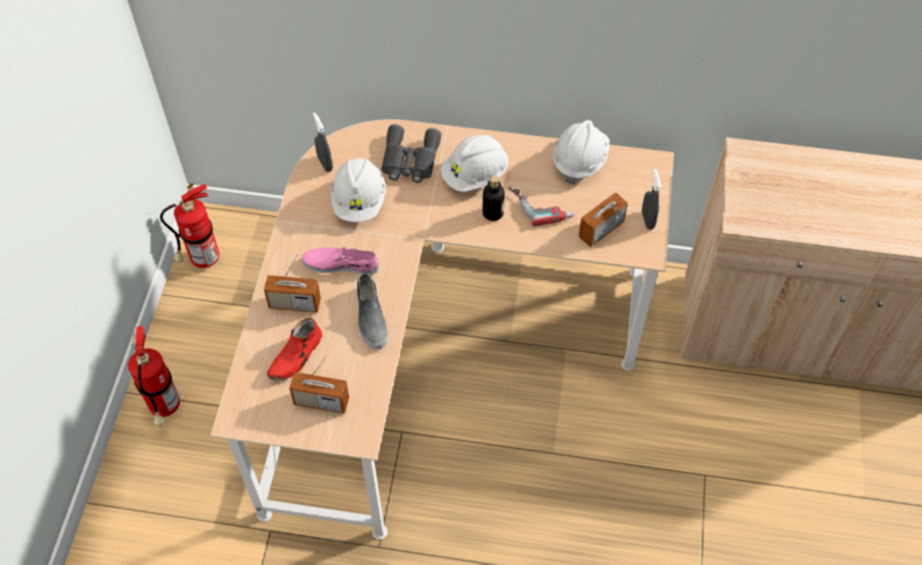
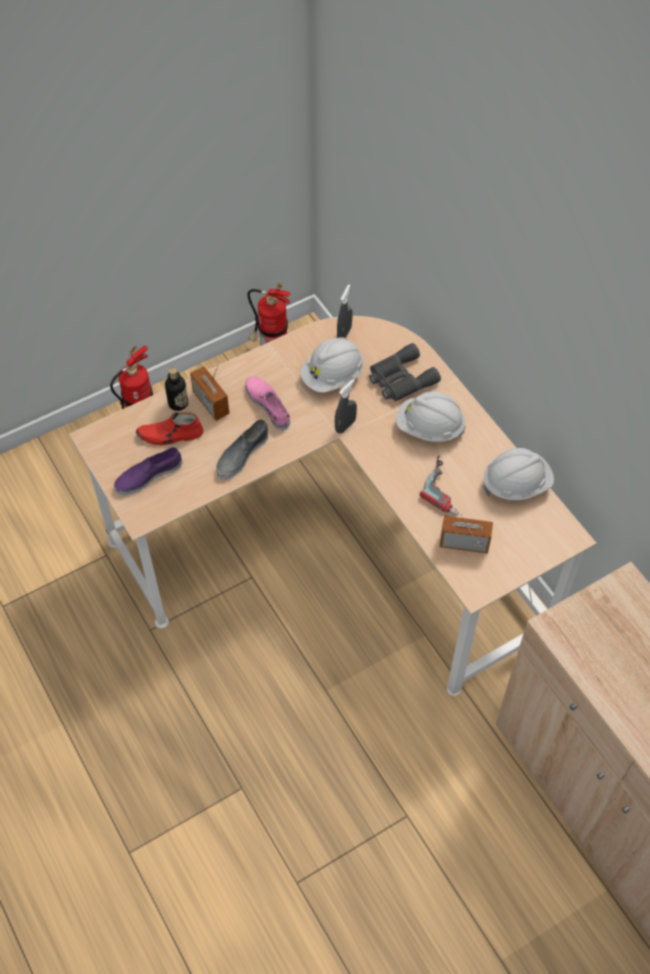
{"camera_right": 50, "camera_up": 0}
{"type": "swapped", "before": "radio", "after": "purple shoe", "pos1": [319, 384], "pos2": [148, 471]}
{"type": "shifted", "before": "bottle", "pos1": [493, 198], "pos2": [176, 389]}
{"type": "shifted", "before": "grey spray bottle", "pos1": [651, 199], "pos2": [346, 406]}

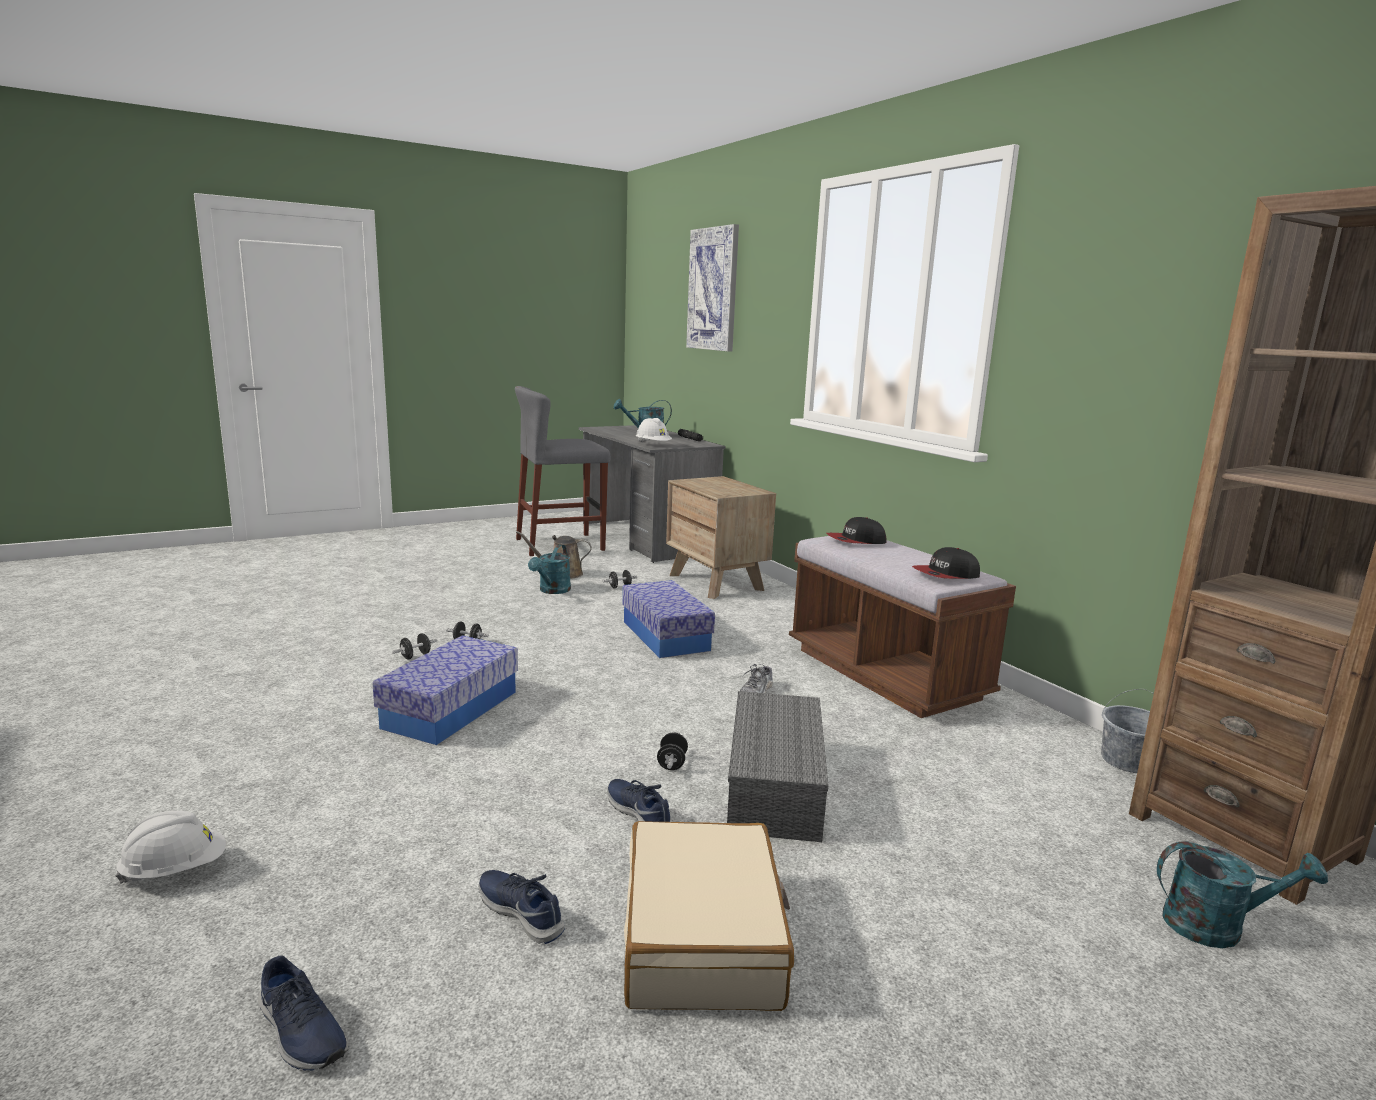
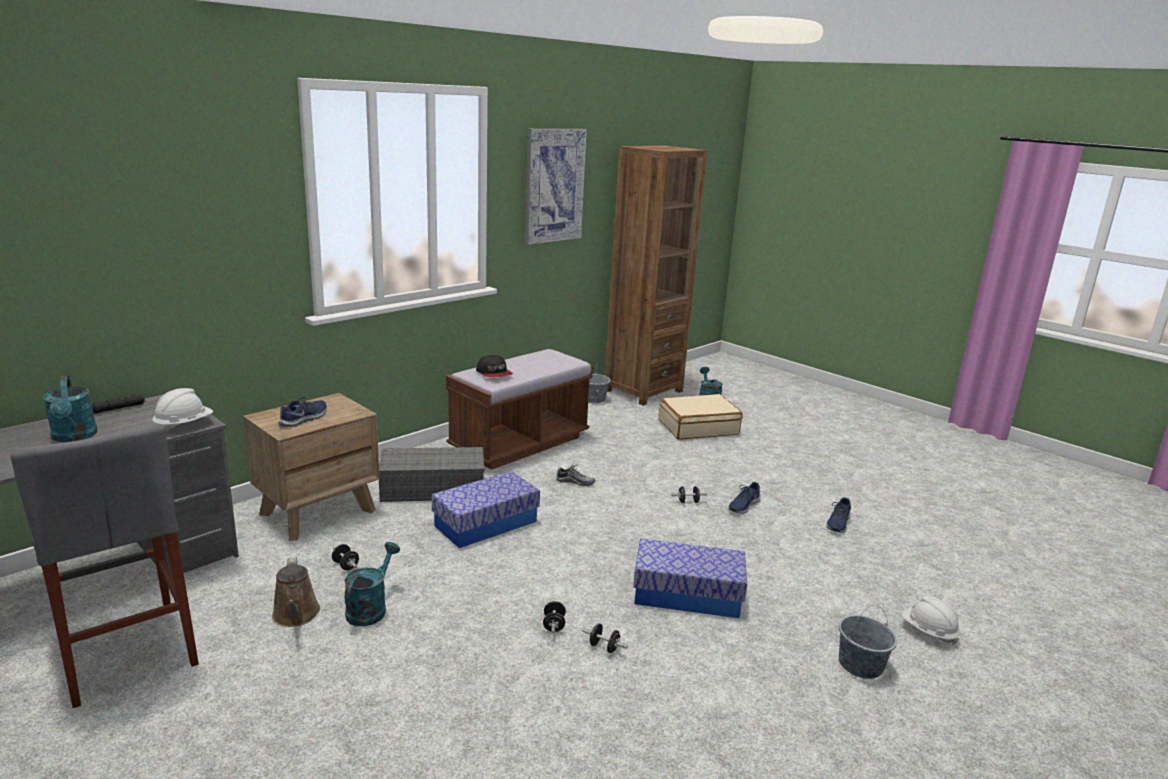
{"camera_right": -105, "camera_up": 5}
{"type": "shifted", "before": "blue shoe", "pos1": [303, 1013], "pos2": [302, 412]}
{"type": "rotated", "before": "turquoise watering can", "pos1": [549, 569], "pos2": [372, 584], "turn": -75}
{"type": "shifted", "before": "beige suitcase", "pos1": [709, 916], "pos2": [701, 417]}
{"type": "shifted", "before": "picture", "pos1": [712, 288], "pos2": [556, 187]}
{"type": "shifted", "before": "grey storage box", "pos1": [778, 766], "pos2": [431, 474]}
{"type": "gone", "before": "cap", "pos1": [946, 563]}
{"type": "new", "after": "grey bucket", "pos2": [868, 642]}

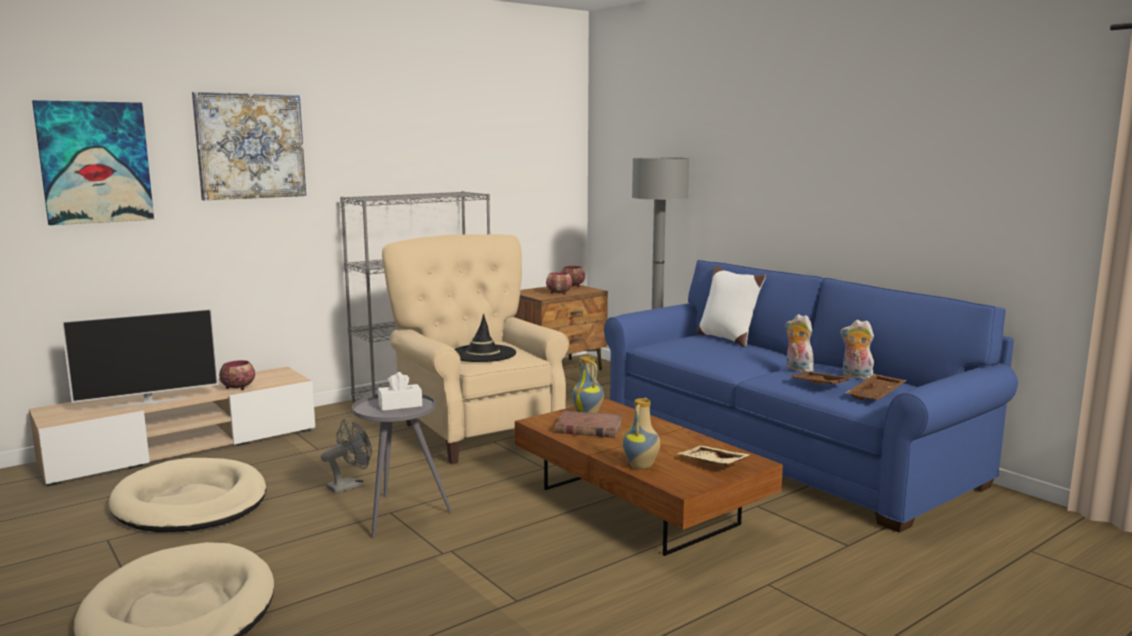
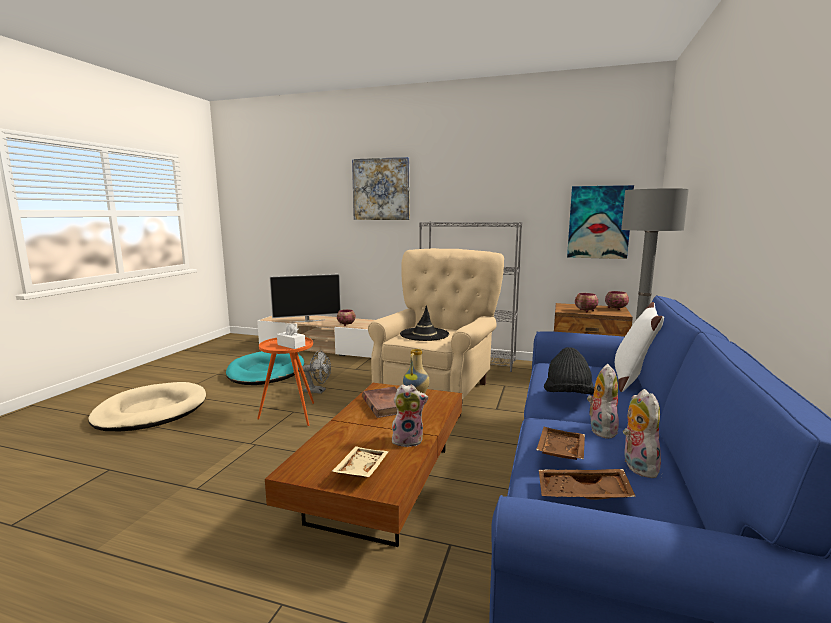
{"camera_right": 55, "camera_up": 0}
{"type": "shifted", "before": "picture", "pos1": [93, 162], "pos2": [600, 222]}
{"type": "rotated", "before": "television", "pos1": [140, 358], "pos2": [305, 298], "turn": -45}
{"type": "repainted", "before": "beige dog bed", "after": "turquoise dog bed", "pos1": [188, 495], "pos2": [265, 368]}
{"type": "repainted", "before": "grey side table", "after": "orange side table", "pos1": [402, 466], "pos2": [285, 381]}
{"type": "gone", "before": "vase", "pos1": [641, 433]}
{"type": "new", "after": "plush toy", "pos2": [410, 415]}
{"type": "new", "after": "black hat", "pos2": [569, 371]}

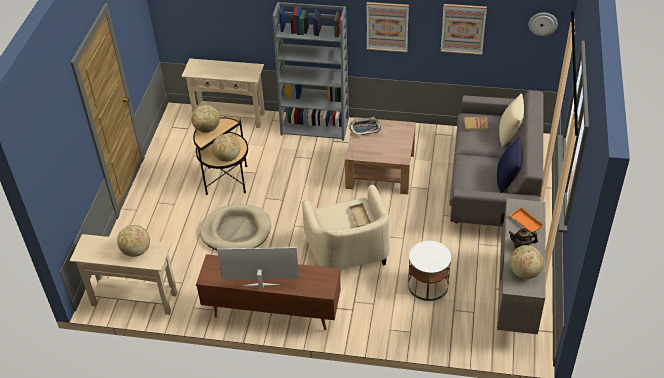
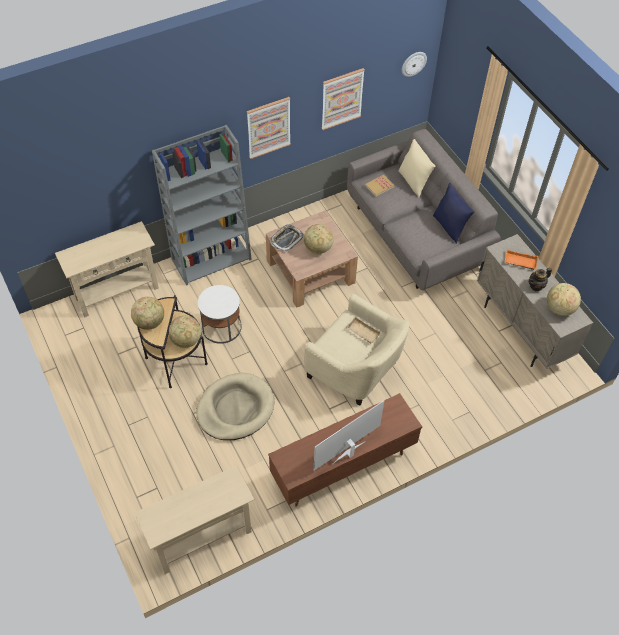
{"camera_right": -40, "camera_up": 10}
{"type": "shifted", "before": "globe", "pos1": [133, 241], "pos2": [319, 239]}
{"type": "shifted", "before": "white side table", "pos1": [429, 271], "pos2": [220, 314]}

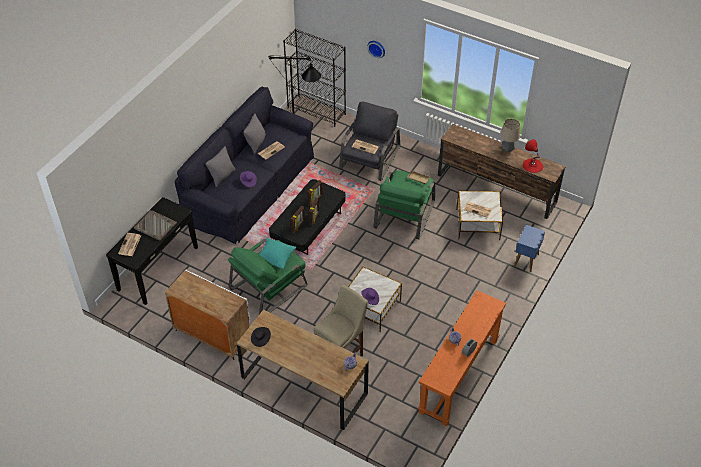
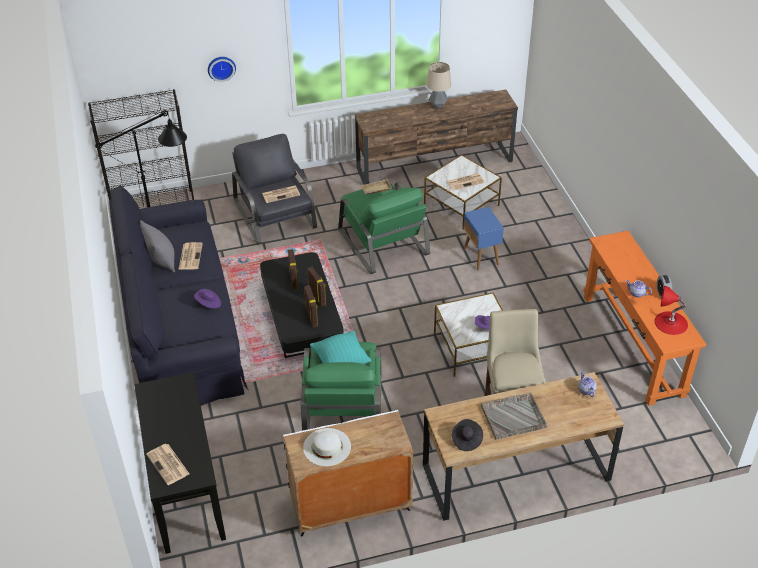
{"camera_right": -45, "camera_up": -5}
{"type": "shifted", "before": "grey tray", "pos1": [155, 225], "pos2": [514, 416]}
{"type": "gone", "before": "grey pillow", "pos1": [221, 167]}
{"type": "shifted", "before": "blue side table", "pos1": [529, 248], "pos2": [484, 238]}
{"type": "shifted", "before": "red table lamp", "pos1": [533, 156], "pos2": [671, 310]}
{"type": "new", "after": "white hat", "pos2": [327, 447]}

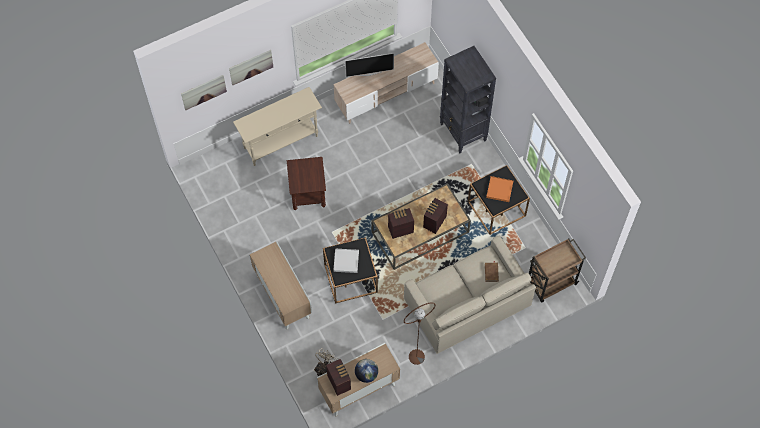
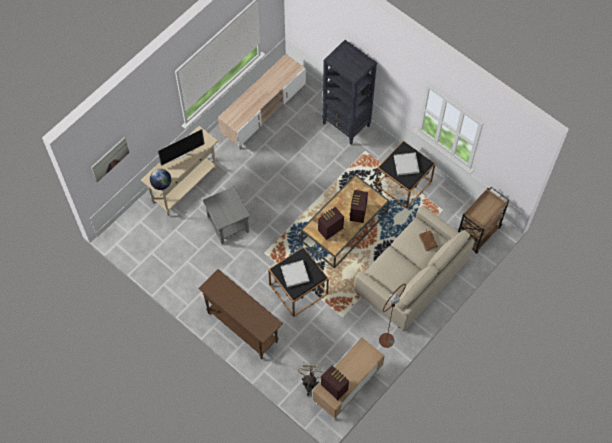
{"camera_right": -20, "camera_up": 0}
{"type": "gone", "before": "picture", "pos1": [251, 67]}
{"type": "swapped", "before": "cabinet", "after": "brown console table", "pos1": [281, 286], "pos2": [240, 314]}
{"type": "repainted", "before": "brown side table", "after": "grey side table", "pos1": [306, 183], "pos2": [226, 215]}
{"type": "shifted", "before": "television", "pos1": [369, 65], "pos2": [181, 147]}
{"type": "shifted", "before": "globe", "pos1": [366, 371], "pos2": [160, 179]}
{"type": "repainted", "before": "orange tray", "after": "white tray", "pos1": [499, 189], "pos2": [406, 164]}

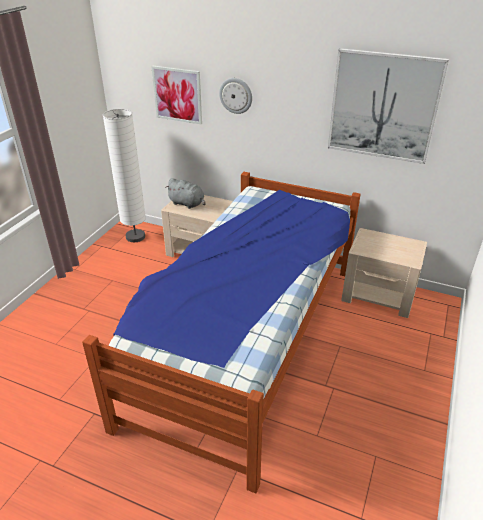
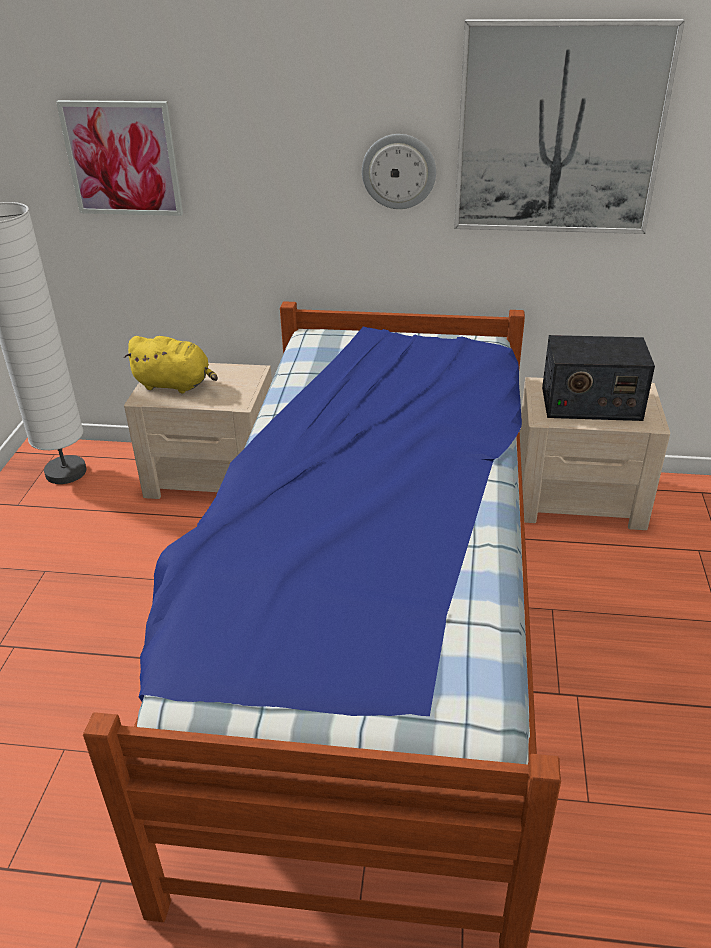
{"camera_right": -15, "camera_up": 0}
{"type": "repainted", "before": "grey plush toy", "after": "yellow plush toy", "pos1": [185, 193], "pos2": [171, 365]}
{"type": "shifted", "before": "wall clock", "pos1": [235, 96], "pos2": [399, 171]}
{"type": "new", "after": "radio", "pos2": [598, 378]}

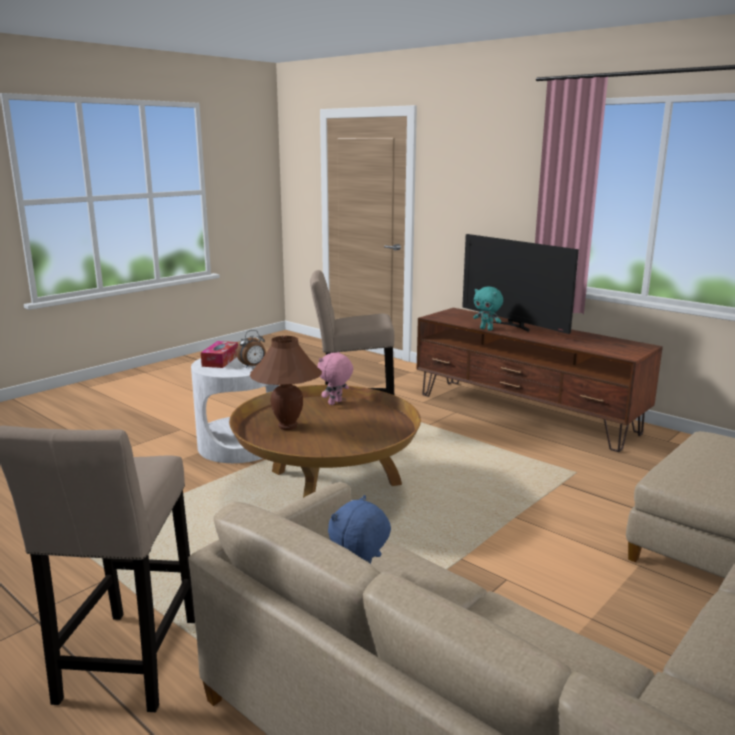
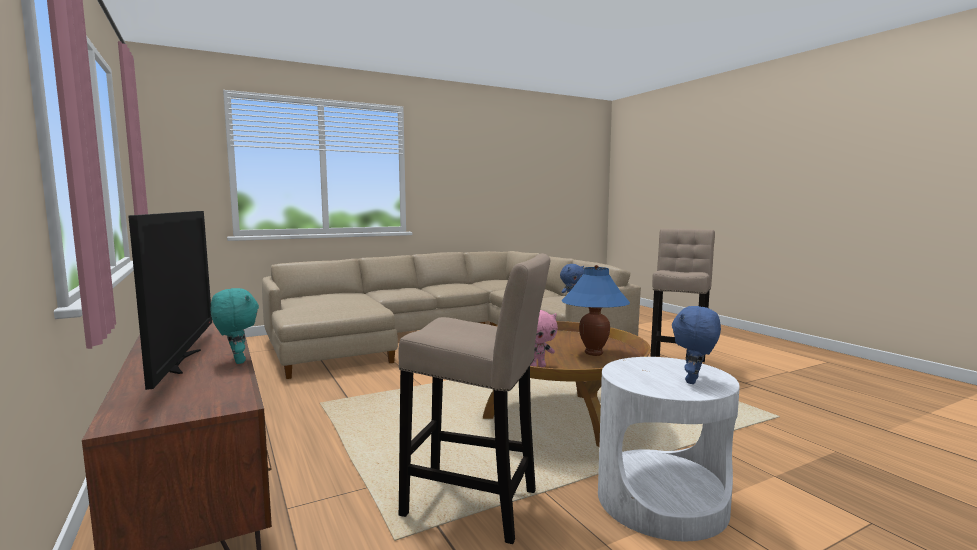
{"camera_right": -160, "camera_up": -10}
{"type": "swapped", "before": "tissue box", "after": "blue plush toy", "pos1": [219, 354], "pos2": [696, 345]}
{"type": "gone", "before": "alarm clock", "pos1": [251, 349]}
{"type": "repainted", "before": "brown table lamp", "after": "blue table lamp", "pos1": [286, 383], "pos2": [595, 310]}

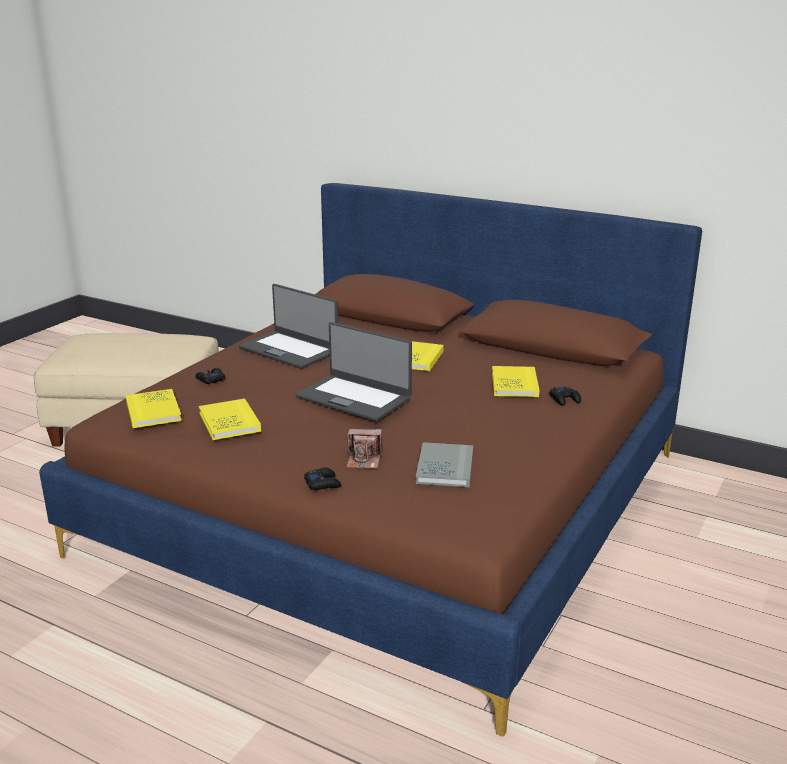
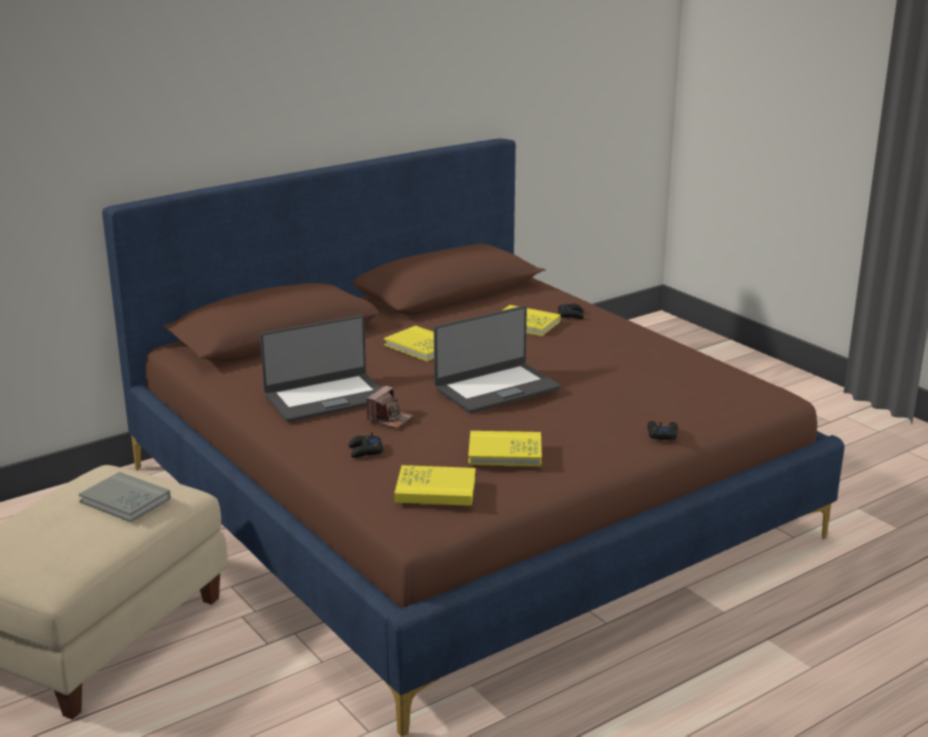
{"camera_right": -65, "camera_up": 0}
{"type": "shifted", "before": "photo camera", "pos1": [364, 449], "pos2": [390, 406]}
{"type": "shifted", "before": "grey book", "pos1": [444, 464], "pos2": [125, 497]}

